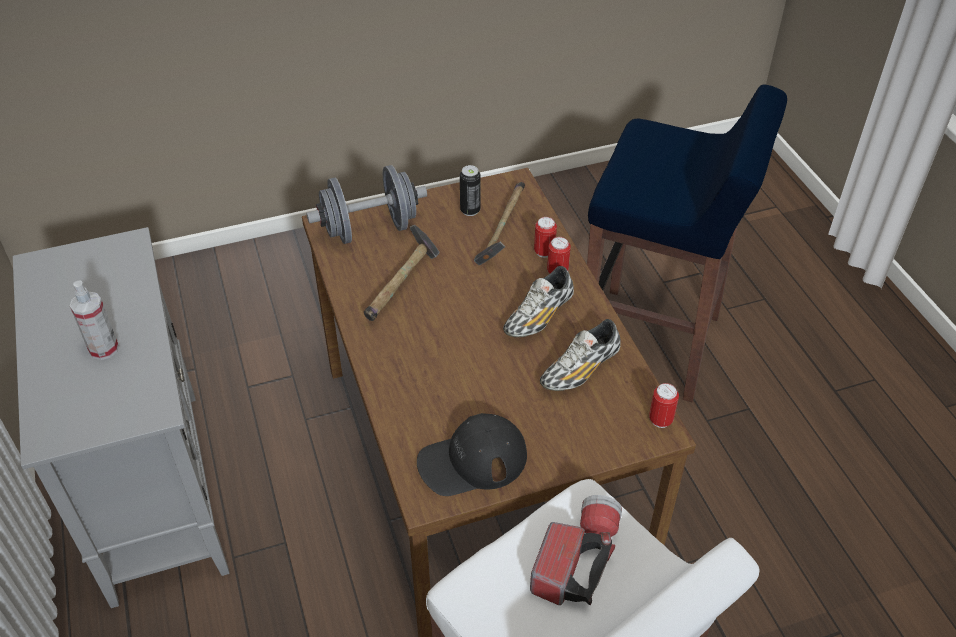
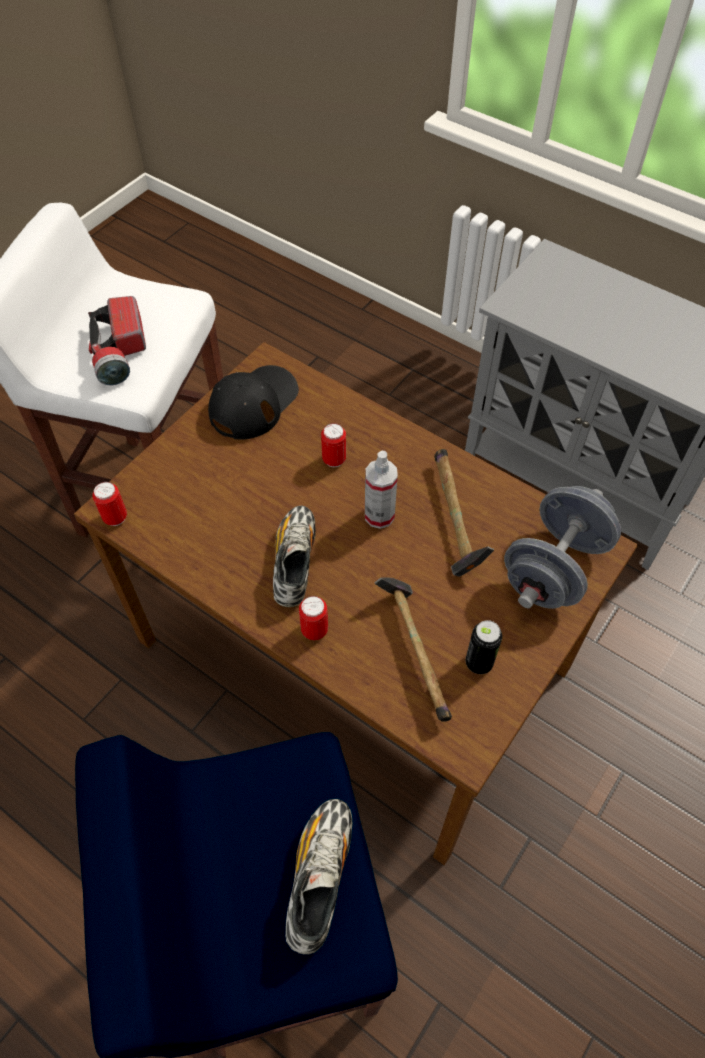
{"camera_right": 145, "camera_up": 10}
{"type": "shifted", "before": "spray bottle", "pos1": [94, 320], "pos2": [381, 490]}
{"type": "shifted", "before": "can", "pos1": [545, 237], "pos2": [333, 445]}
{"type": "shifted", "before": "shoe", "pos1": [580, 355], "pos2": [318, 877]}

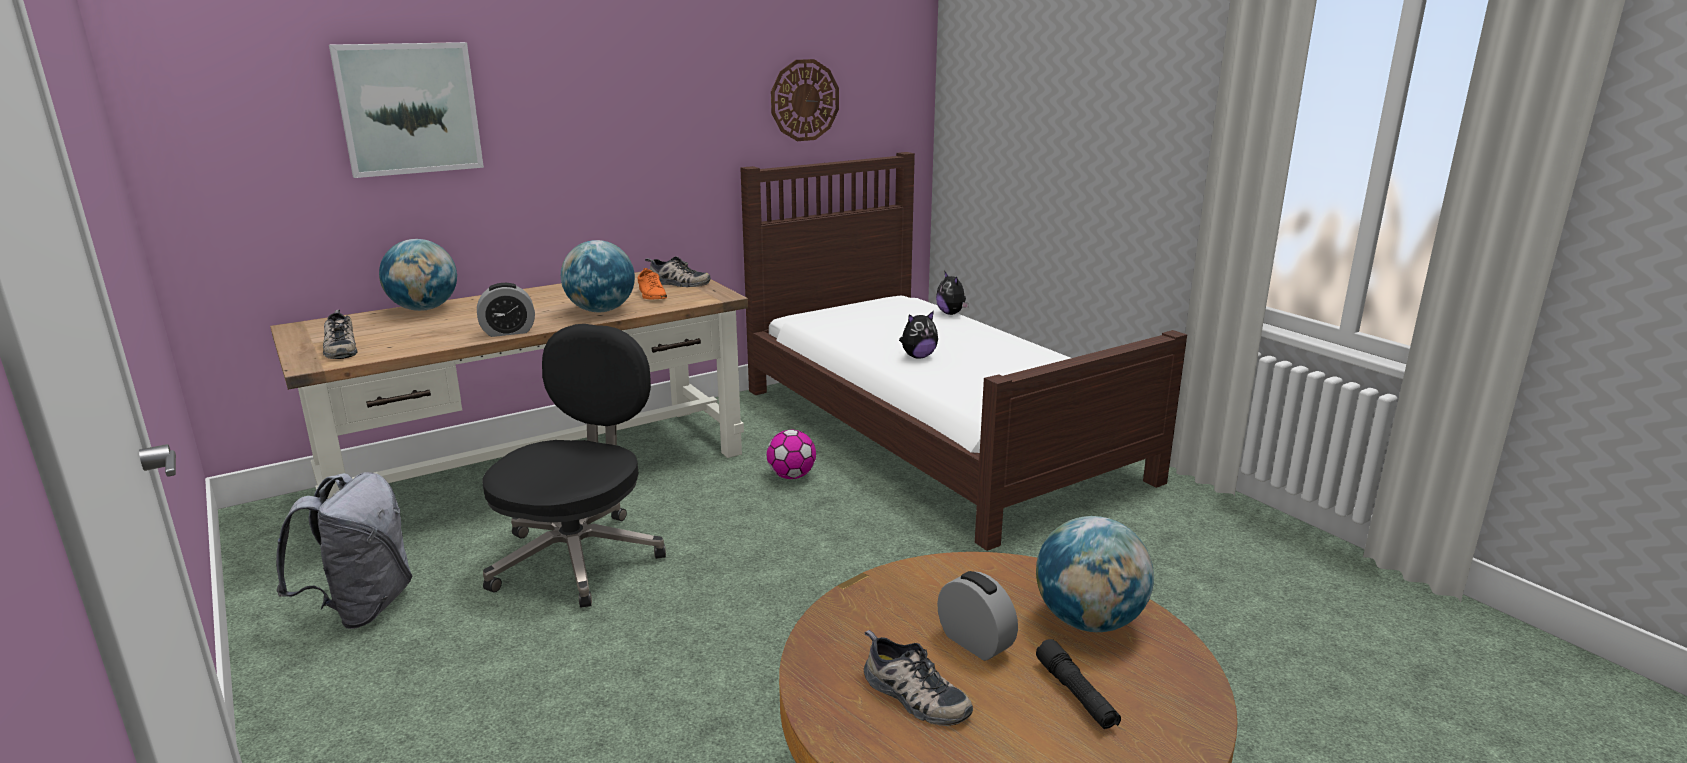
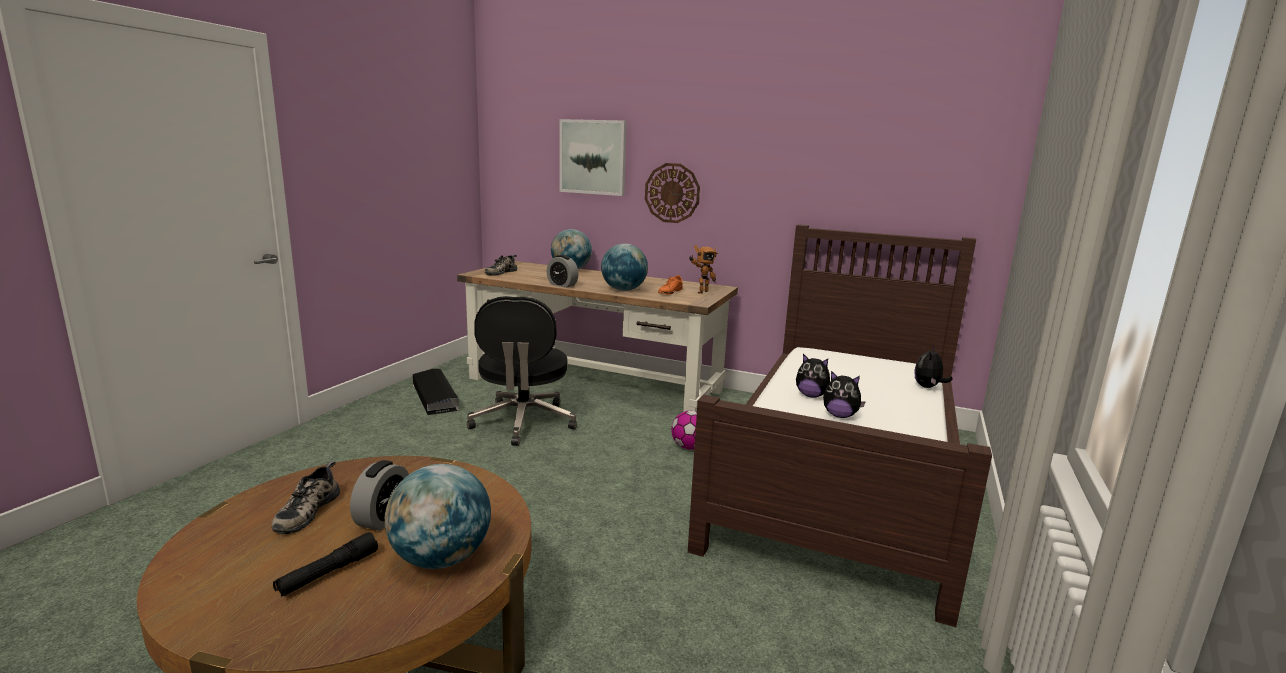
{"camera_right": 55, "camera_up": -5}
{"type": "swapped", "before": "grey backpack", "after": "black storage box", "pos1": [344, 550], "pos2": [436, 392]}
{"type": "rotated", "before": "black office chair", "pos1": [574, 466], "pos2": [522, 371], "turn": 105}
{"type": "swapped", "before": "shoe", "after": "toy robot", "pos1": [678, 271], "pos2": [703, 269]}
{"type": "shifted", "before": "wall clock", "pos1": [805, 100], "pos2": [672, 193]}
{"type": "new", "after": "plush toy", "pos2": [844, 394]}

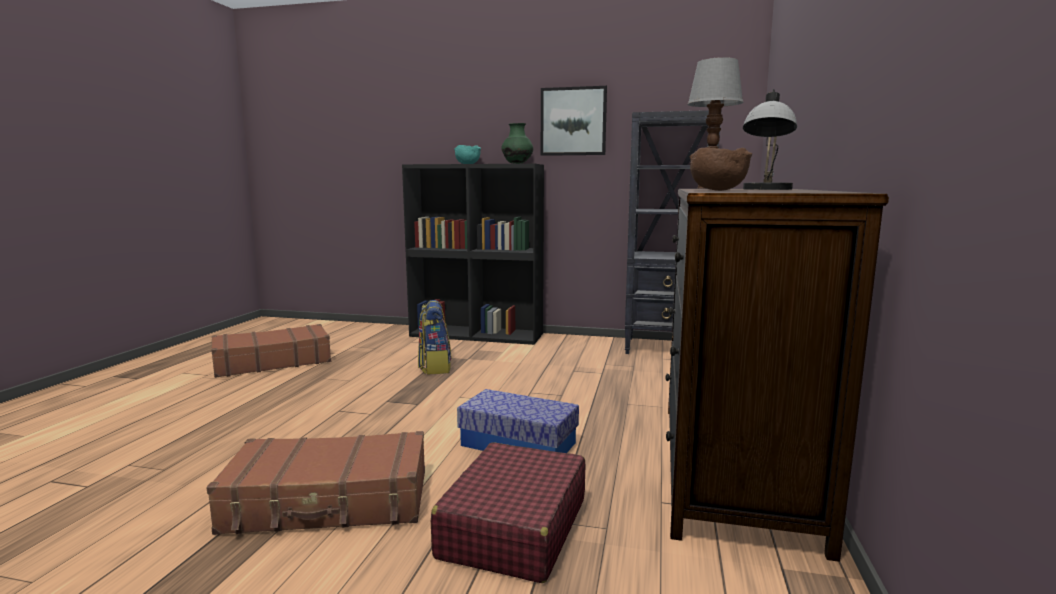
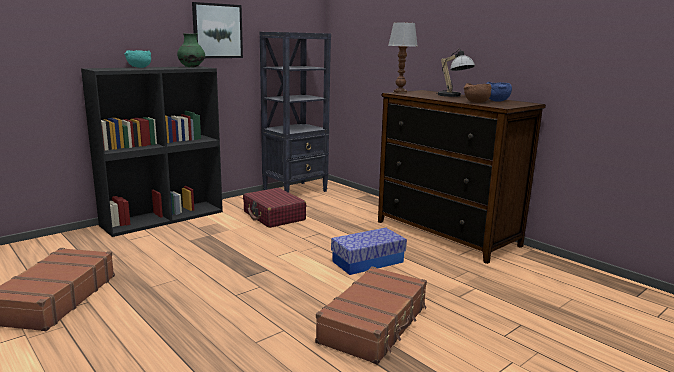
{"camera_right": -55, "camera_up": 5}
{"type": "gone", "before": "backpack", "pos1": [434, 337]}
{"type": "shifted", "before": "red suitcase", "pos1": [508, 512], "pos2": [274, 208]}
{"type": "new", "after": "blue bowl", "pos2": [499, 92]}

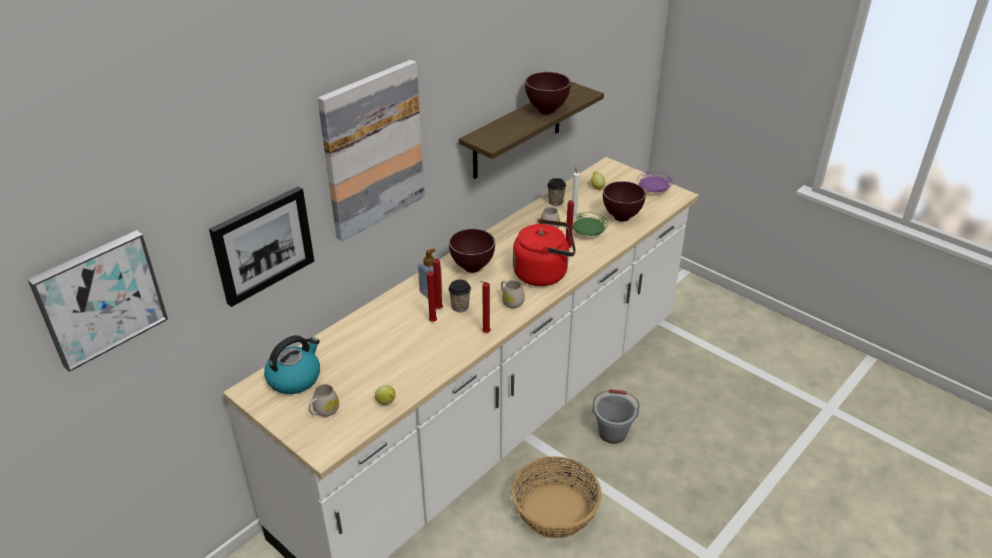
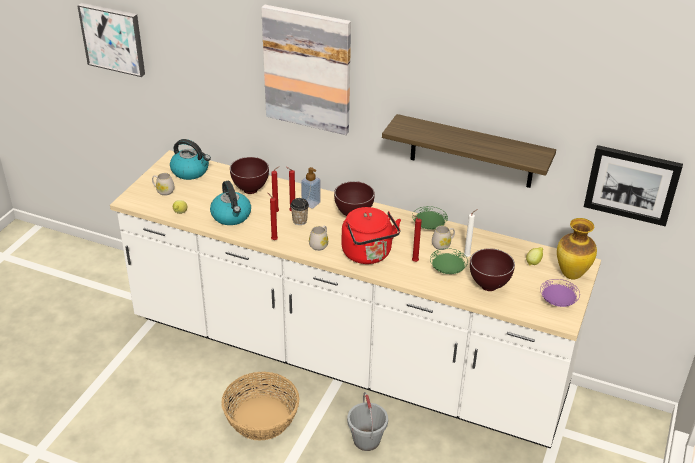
{"camera_right": 70, "camera_up": 0}
{"type": "shifted", "before": "picture", "pos1": [261, 246], "pos2": [633, 185]}
{"type": "shifted", "before": "brown bowl", "pos1": [548, 93], "pos2": [249, 175]}
{"type": "gone", "before": "cup", "pos1": [556, 192]}
{"type": "new", "after": "kettle", "pos2": [230, 203]}
{"type": "new", "after": "green plate", "pos2": [430, 218]}
{"type": "new", "after": "vase", "pos2": [577, 248]}

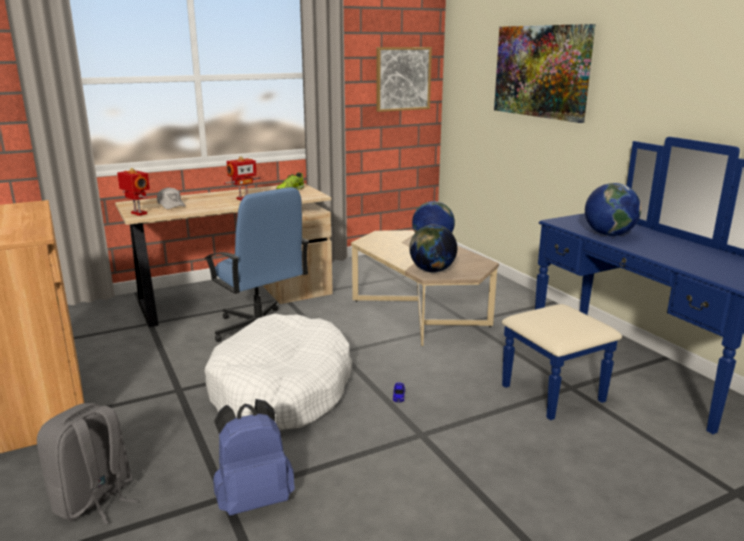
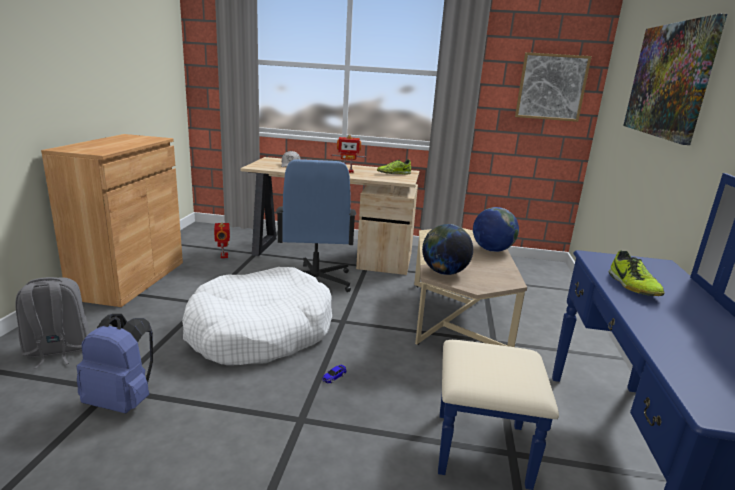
{"camera_right": 35, "camera_up": 0}
{"type": "shifted", "before": "toy robot", "pos1": [133, 192], "pos2": [222, 240]}
{"type": "swapped", "before": "globe", "after": "shoe", "pos1": [613, 209], "pos2": [637, 273]}

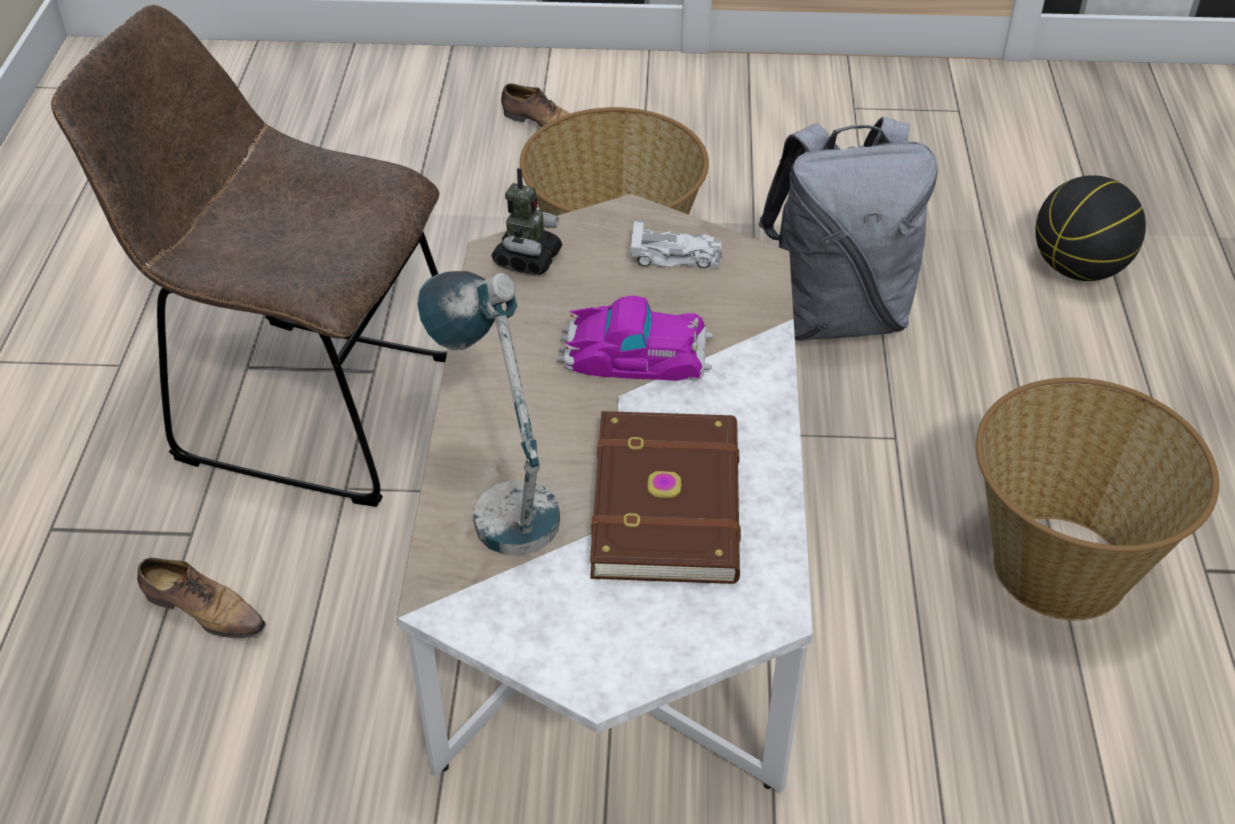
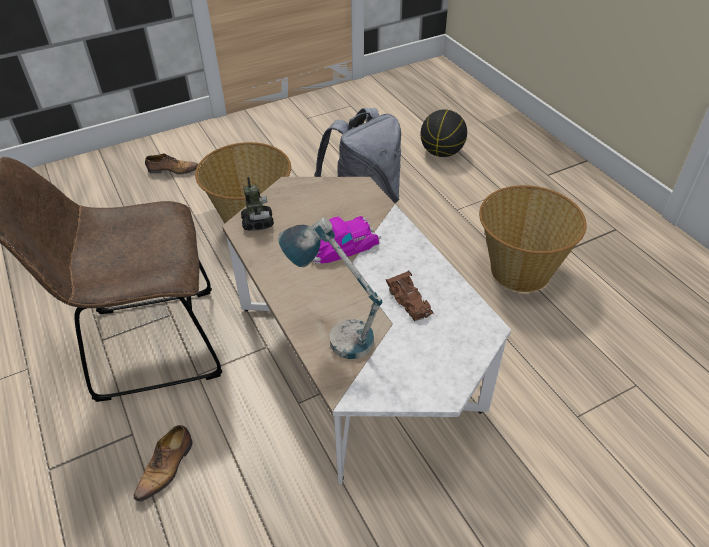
{"camera_right": -30, "camera_up": 0}
{"type": "rotated", "before": "shoe", "pos1": [201, 598], "pos2": [163, 463], "turn": 120}
{"type": "swapped", "before": "brown book", "after": "brown toy car", "pos1": [665, 497], "pos2": [409, 296]}
{"type": "gone", "before": "white toy car", "pos1": [675, 244]}

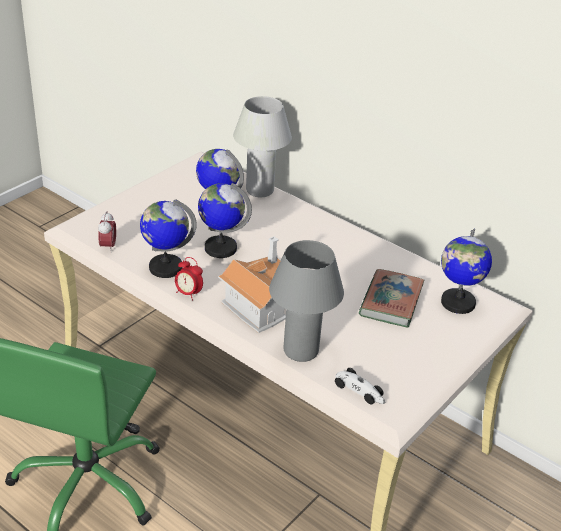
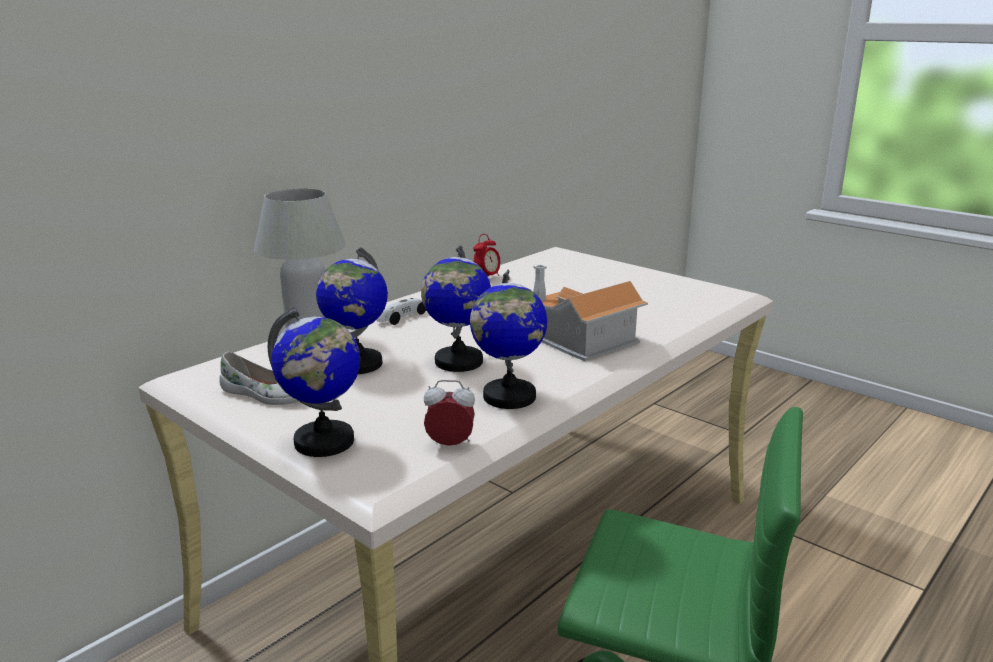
{"camera_right": -85, "camera_up": -15}
{"type": "shifted", "before": "alarm clock", "pos1": [189, 279], "pos2": [486, 255]}
{"type": "gone", "before": "grey table lamp", "pos1": [306, 301]}
{"type": "shifted", "before": "toy car", "pos1": [360, 386], "pos2": [401, 311]}
{"type": "gone", "before": "book", "pos1": [391, 298]}
{"type": "shifted", "before": "globe", "pos1": [466, 271], "pos2": [314, 381]}
{"type": "new", "after": "white shoe", "pos2": [259, 378]}

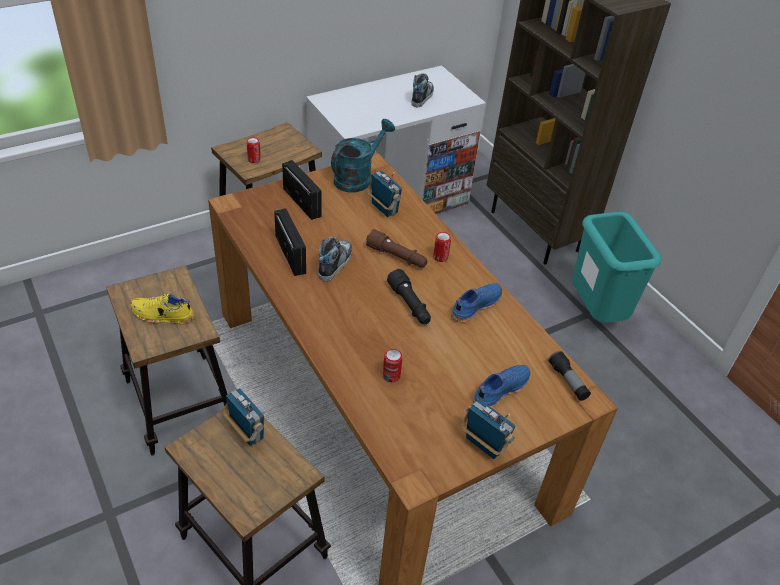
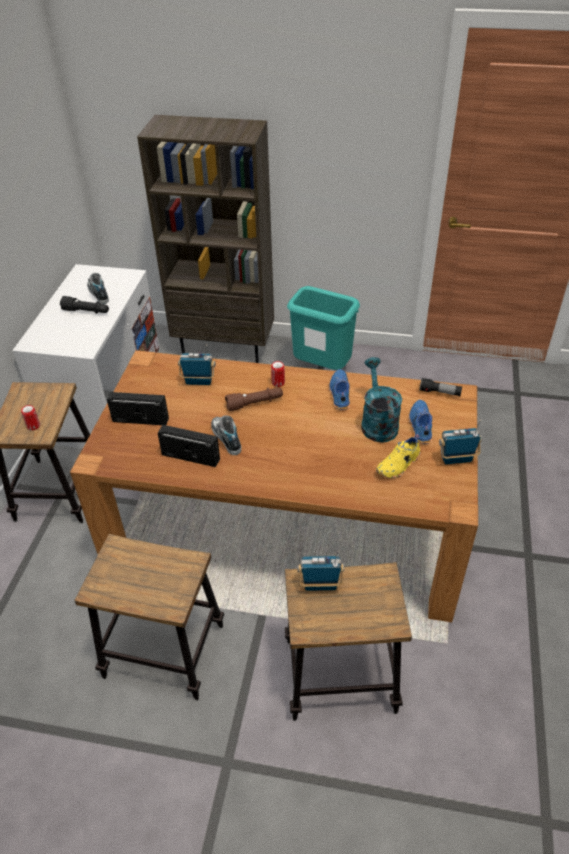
{"camera_right": -45, "camera_up": 0}
{"type": "shifted", "before": "yellow shoe", "pos1": [162, 309], "pos2": [398, 456]}
{"type": "shifted", "before": "turquoise watering can", "pos1": [363, 155], "pos2": [381, 400]}
{"type": "gone", "before": "can", "pos1": [392, 365]}
{"type": "shifted", "before": "black flashlight", "pos1": [409, 296], "pos2": [84, 305]}

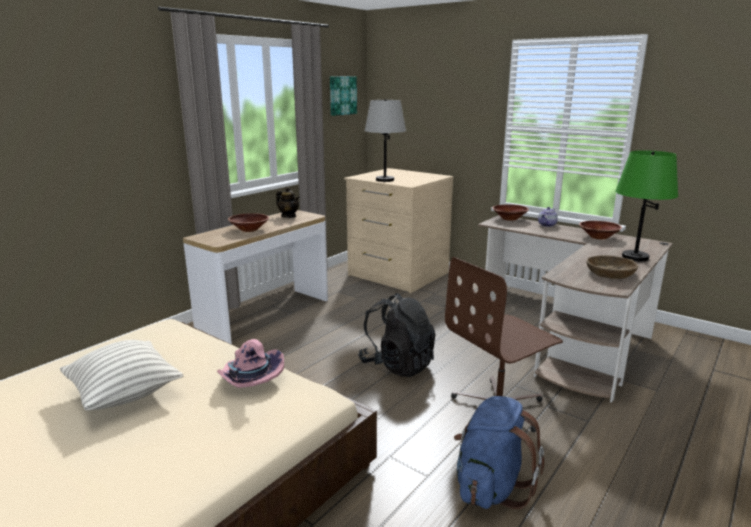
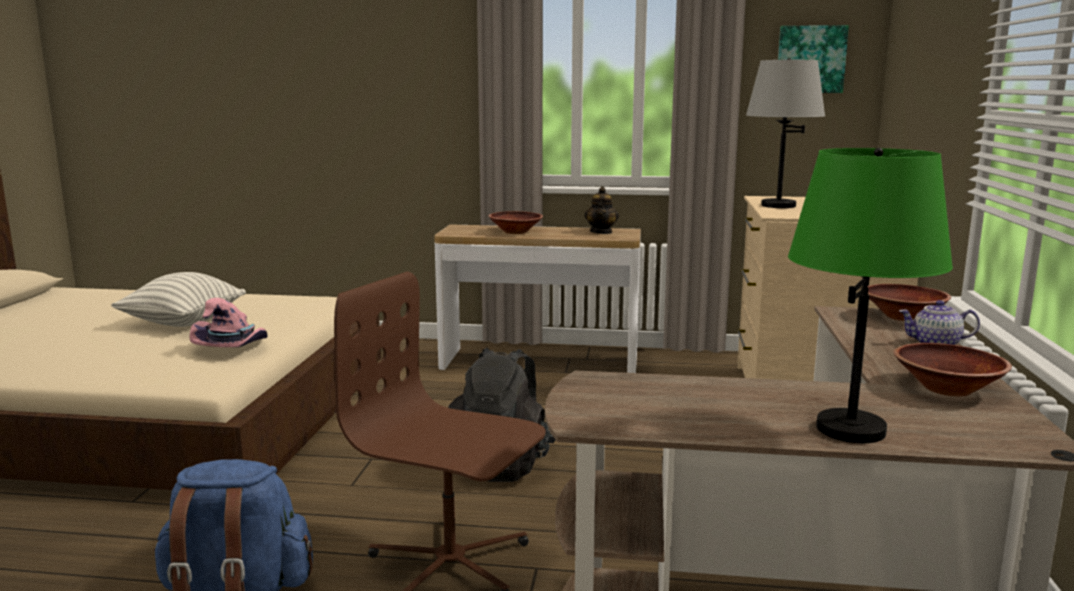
{"camera_right": 60, "camera_up": -5}
{"type": "gone", "before": "brown bowl", "pos1": [612, 267]}

